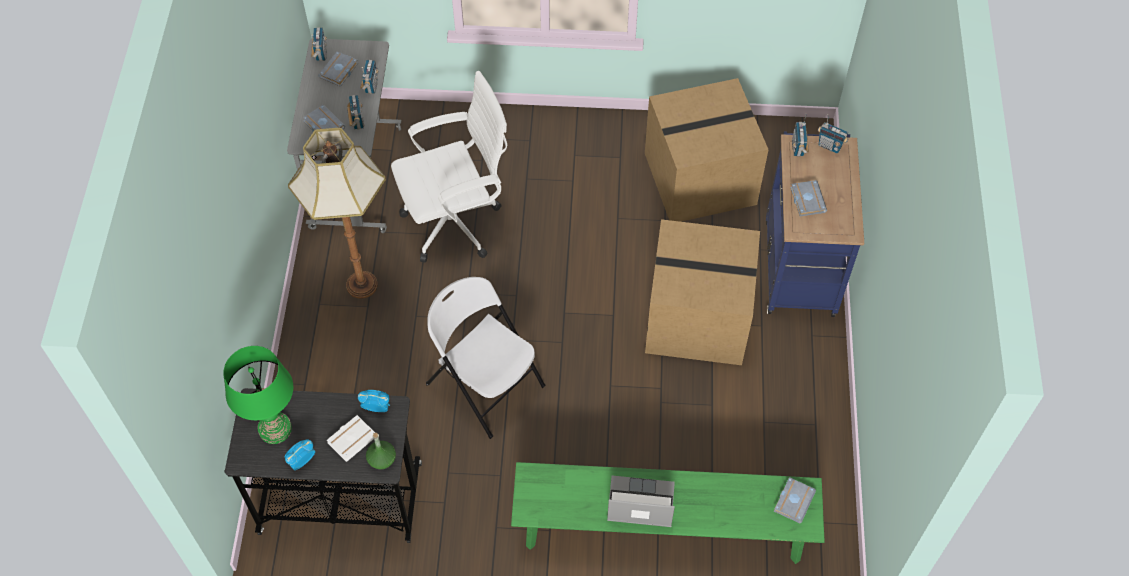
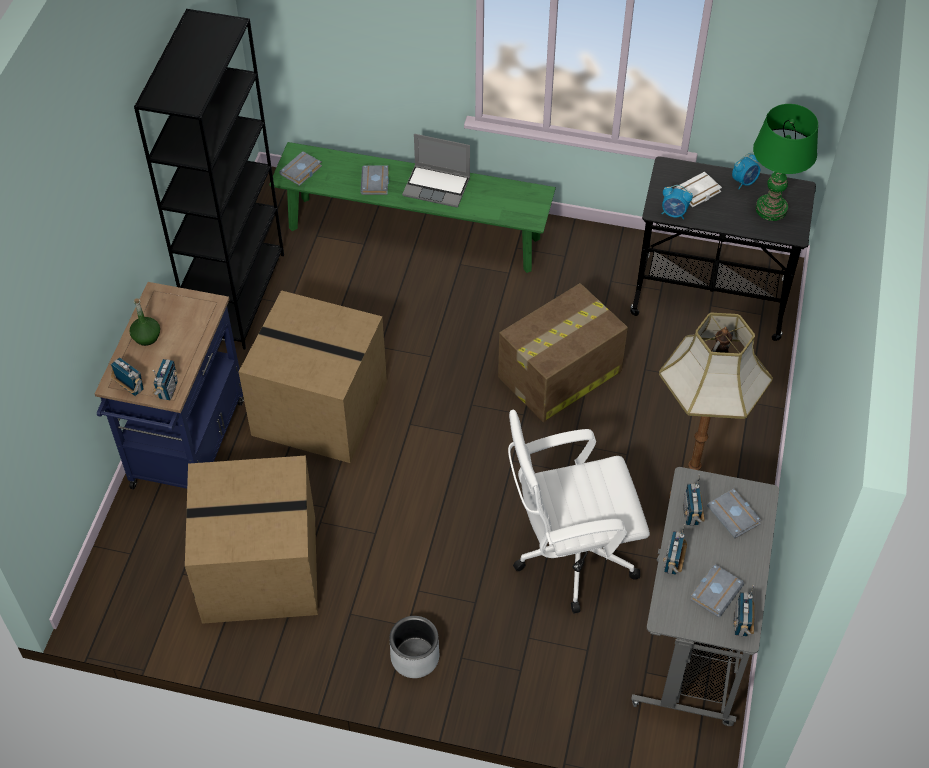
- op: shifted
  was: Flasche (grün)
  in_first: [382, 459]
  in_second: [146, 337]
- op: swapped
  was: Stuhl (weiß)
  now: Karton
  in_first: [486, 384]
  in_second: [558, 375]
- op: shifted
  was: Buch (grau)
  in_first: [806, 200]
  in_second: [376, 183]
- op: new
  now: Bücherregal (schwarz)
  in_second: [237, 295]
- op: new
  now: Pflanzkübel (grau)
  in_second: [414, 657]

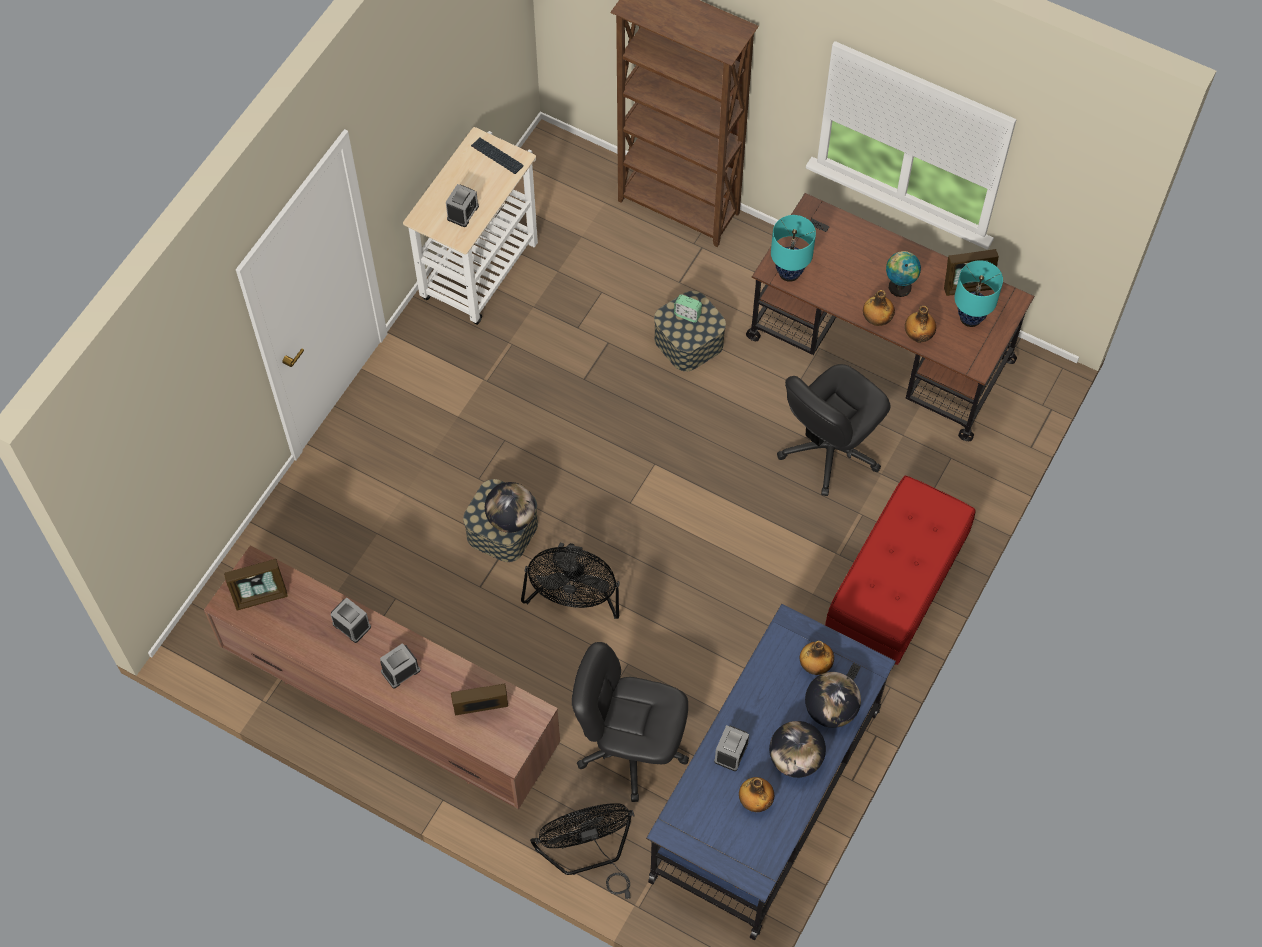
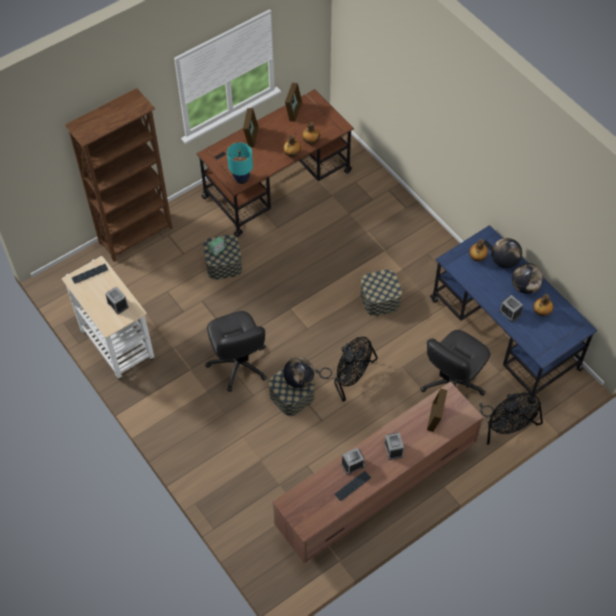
- op: shifted
  was: Bilderrahmen
  in_first: [260, 596]
  in_second: [251, 137]
- op: rotated
  was: Ventilator (schwarz)
  in_first: [592, 853]
  in_second: [505, 425]
  clockwise: -120
- op: shifted
  was: Bürostuhl (schwarz)
  in_first: [829, 449]
  in_second: [238, 364]
- op: gone
  was: Bank (rot)
  in_first: [895, 591]
- op: gone
  was: Globus
  in_first: [899, 285]
- op: gone
  was: Tischlampe (türkis)
  in_first: [970, 317]
- op: new
  now: Tastatur
  in_second: [352, 486]
- op: new
  now: Aufbewahrungsbox
  in_second: [380, 299]

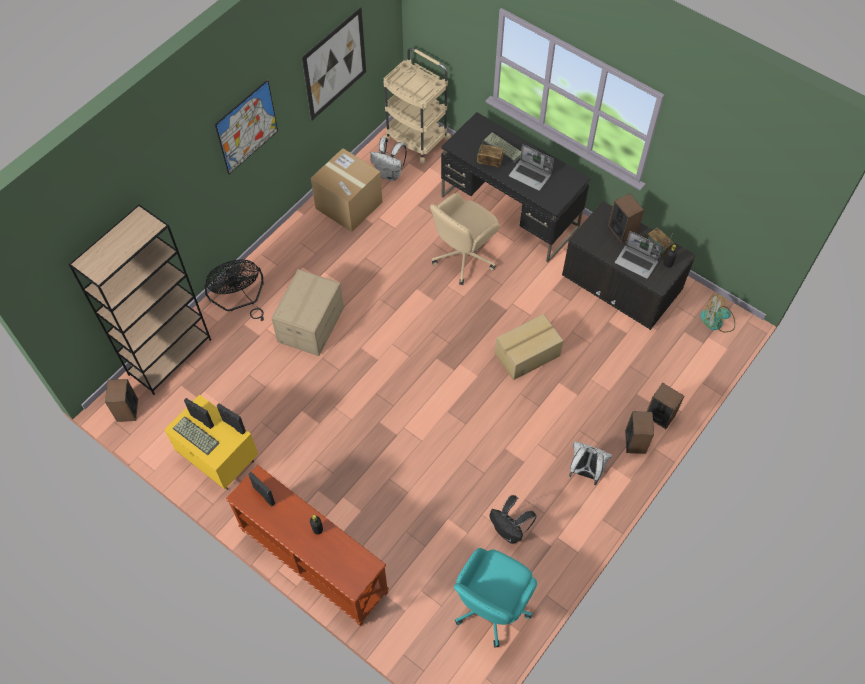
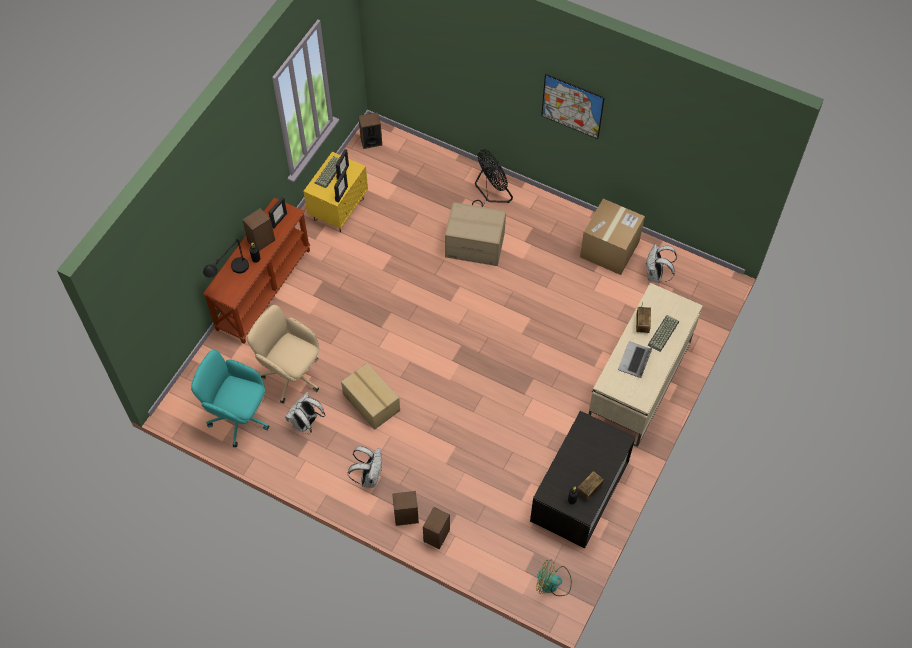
- op: gone
  was: Bücherregal (beige)
  in_first: [170, 356]
- op: gone
  was: Bild
  in_first: [335, 64]
- op: gone
  was: Rollwagen (beige)
  in_first: [416, 139]
- op: shifted
  was: Bürostuhl (beige)
  in_first: [464, 258]
  in_second: [292, 376]
- op: repainted
  was: Schreibtisch (schwarz)
  now: Schreibtisch (beige)
  in_first: [510, 212]
  in_second: [638, 383]
- op: repainted
  was: Rucksack (schwarz)
  now: Rucksack (weiß)
  in_first: [510, 531]
  in_second: [306, 423]
- op: shifted
  was: Karton
  in_first: [526, 354]
  in_second: [372, 402]
- op: shifted
  was: Lautsprecher
  in_first: [622, 230]
  in_second: [261, 241]
- op: gone
  was: Laptop
  in_first: [637, 262]
- op: rotated
  was: Ventilator
  in_first: [717, 321]
  in_second: [553, 583]
  clockwise: -75
- op: new
  now: Tischlampe (schwarz)
  in_second: [230, 277]

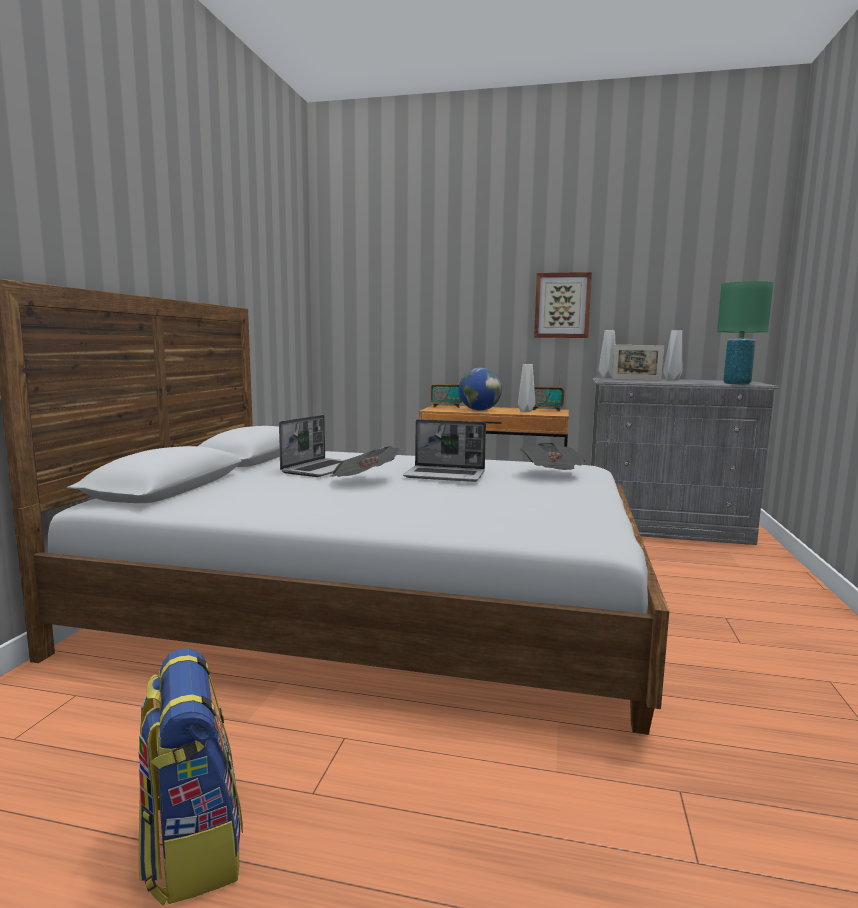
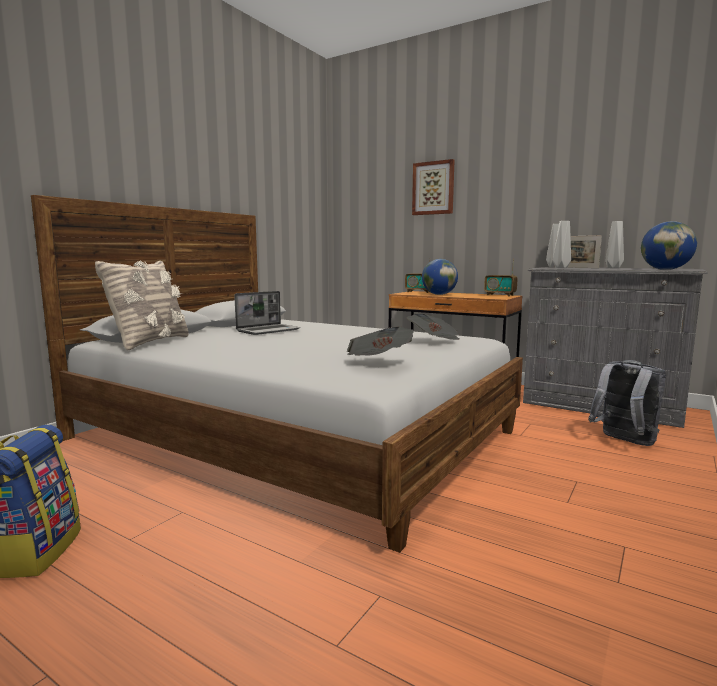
- op: shifted
  was: Zeitung
  in_first: [364, 481]
  in_second: [379, 361]
- op: gone
  was: Laptop
  in_first: [446, 475]
- op: shifted
  was: Vase (grau)
  in_first: [526, 411]
  in_second: [561, 268]
- op: shifted
  was: Bild
  in_first: [562, 305]
  in_second: [433, 188]
- op: swapped
  was: Tischlampe (grün)
  now: Globus
  in_first: [736, 383]
  in_second: [665, 269]
- op: new
  now: Kissen (beige)
  in_second: [150, 342]
- op: new
  now: Rucksack (grau)
  in_second: [624, 442]

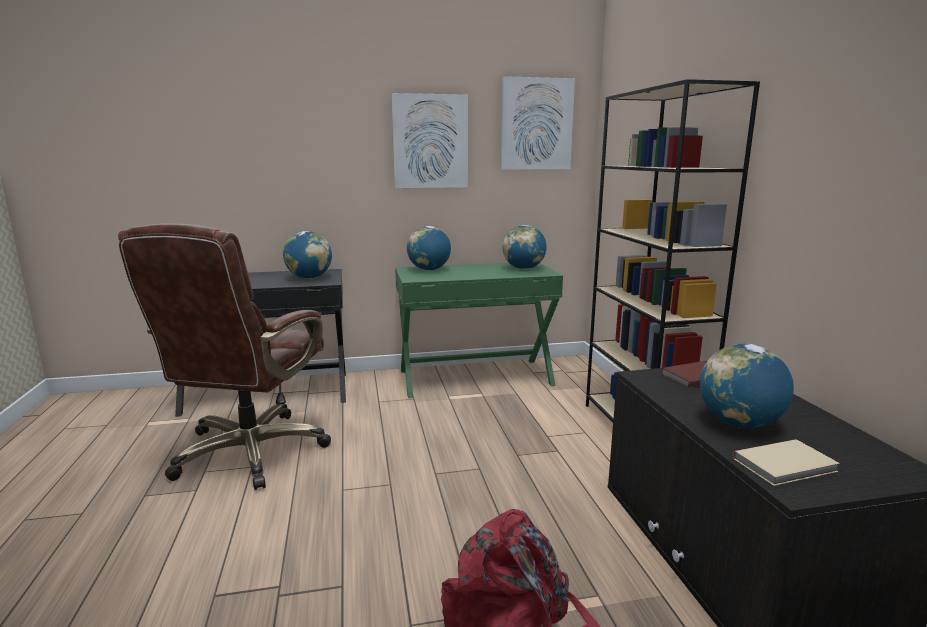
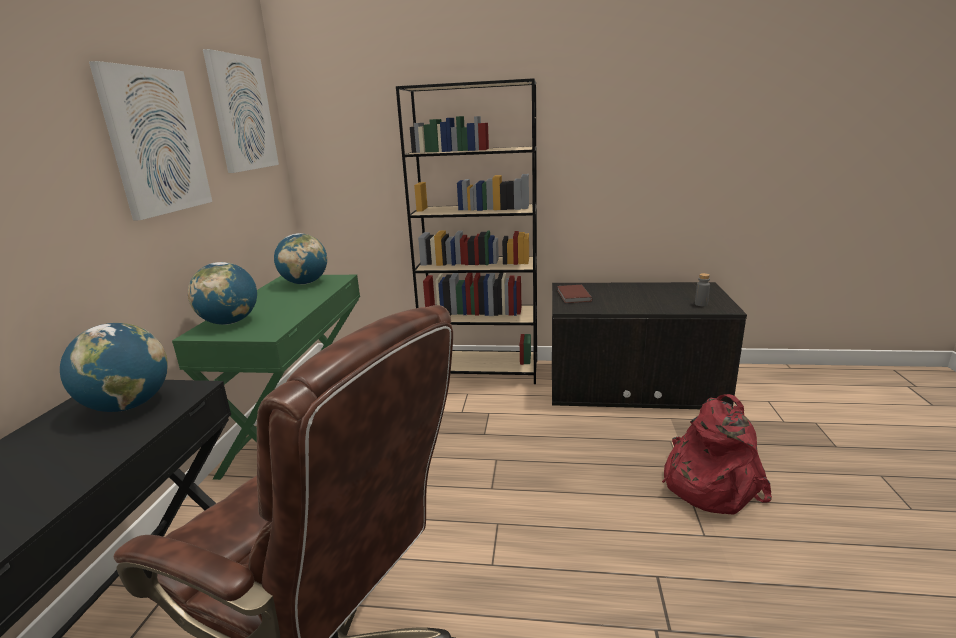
- op: gone
  was: Globus
  in_first: [739, 423]
- op: swapped
  was: Buch (beige)
  now: Flasche (grau)
  in_first: [786, 465]
  in_second: [701, 304]

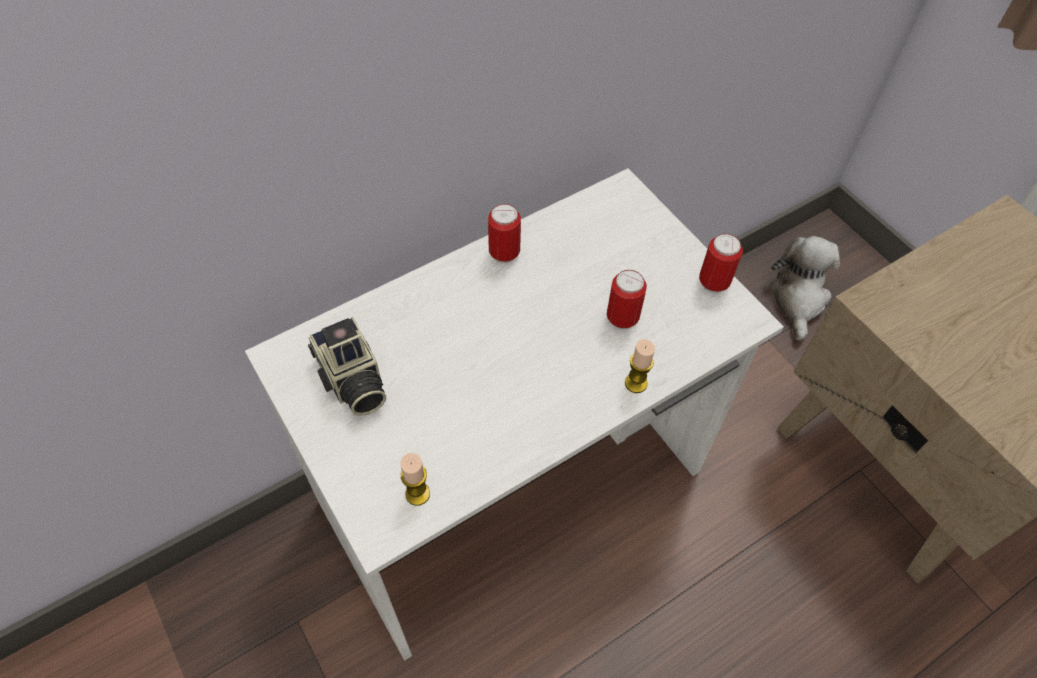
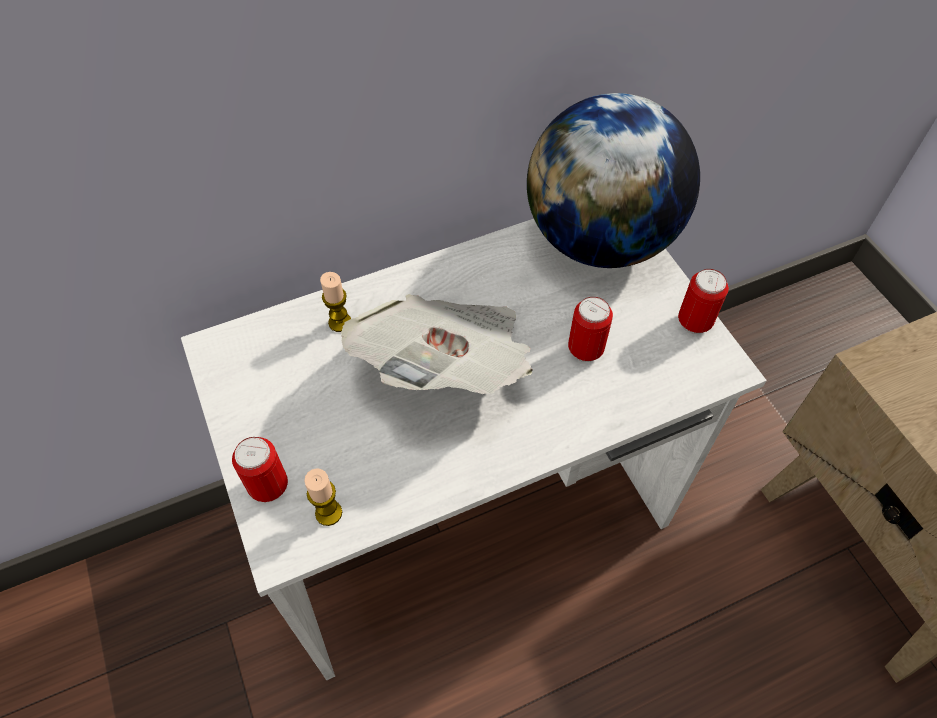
- op: gone
  was: Kamera
  in_first: [351, 381]
- op: shifted
  was: Dose
  in_first: [504, 253]
  in_second: [269, 486]
- op: shifted
  was: Kerze
  in_first: [636, 383]
  in_second: [340, 322]
- op: gone
  was: Plüschtier
  in_first: [798, 299]
- op: new
  now: Zeitung
  in_second: [448, 366]
- op: new
  now: Globus
  in_second: [600, 239]

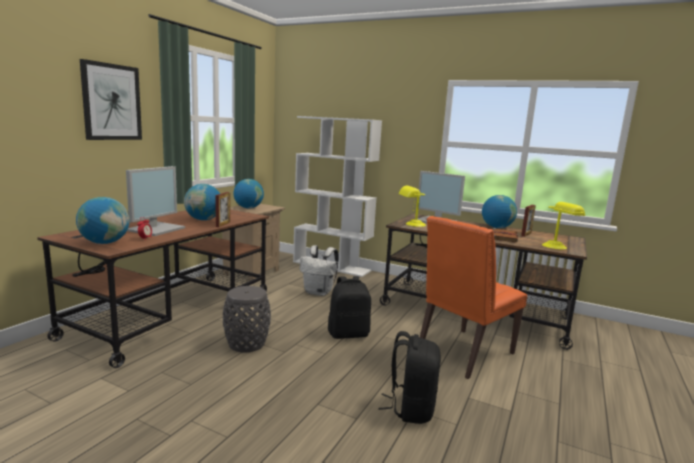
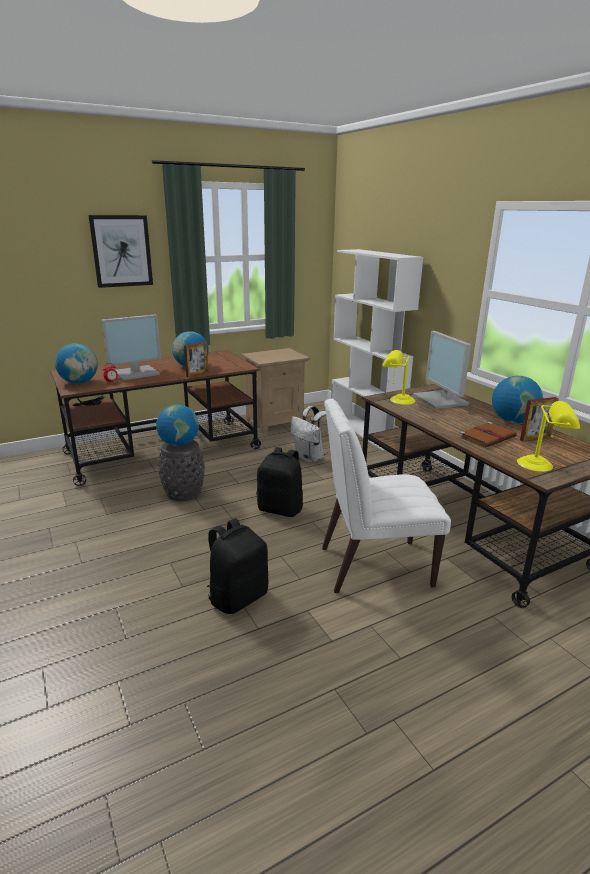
- op: shifted
  was: Globus
  in_first: [248, 208]
  in_second: [179, 444]
- op: repainted
  was: Stuhl (orange)
  now: Stuhl (weiß)
  in_first: [465, 352]
  in_second: [376, 566]

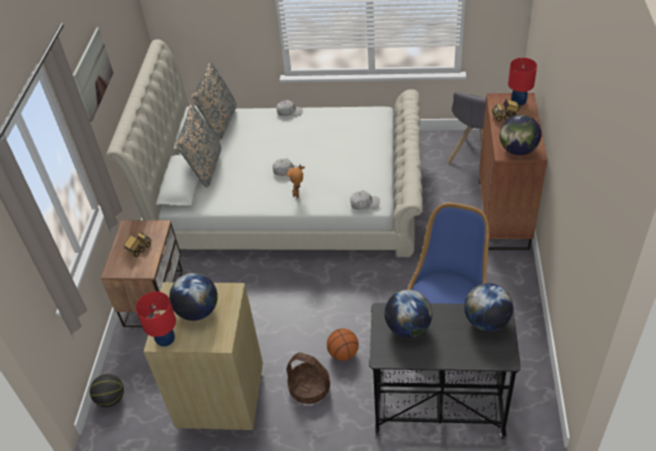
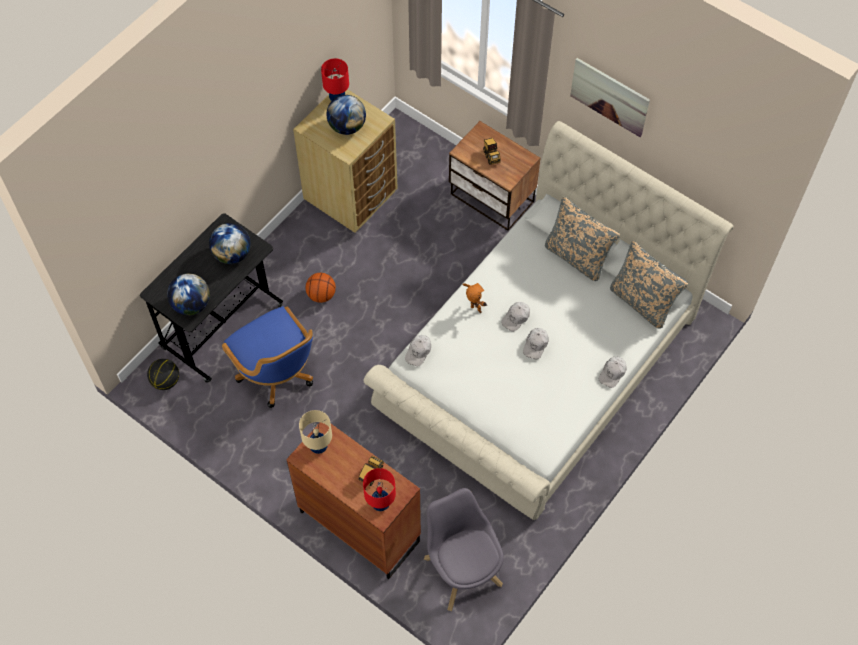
- op: shifted
  was: Basketball
  in_first: [111, 399]
  in_second: [166, 381]
- op: gone
  was: Korb
  in_first: [309, 388]
- op: swapped
  was: Globus
  now: Tischlampe (beige)
  in_first: [517, 150]
  in_second: [318, 446]
- op: new
  now: Kappe (weiß)
  in_second: [535, 345]

